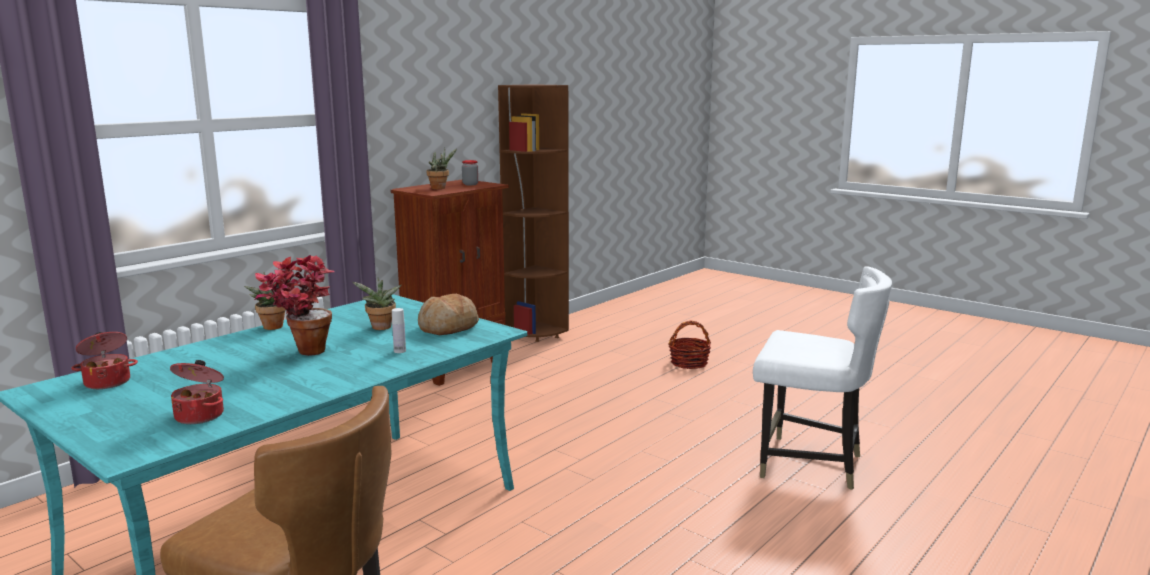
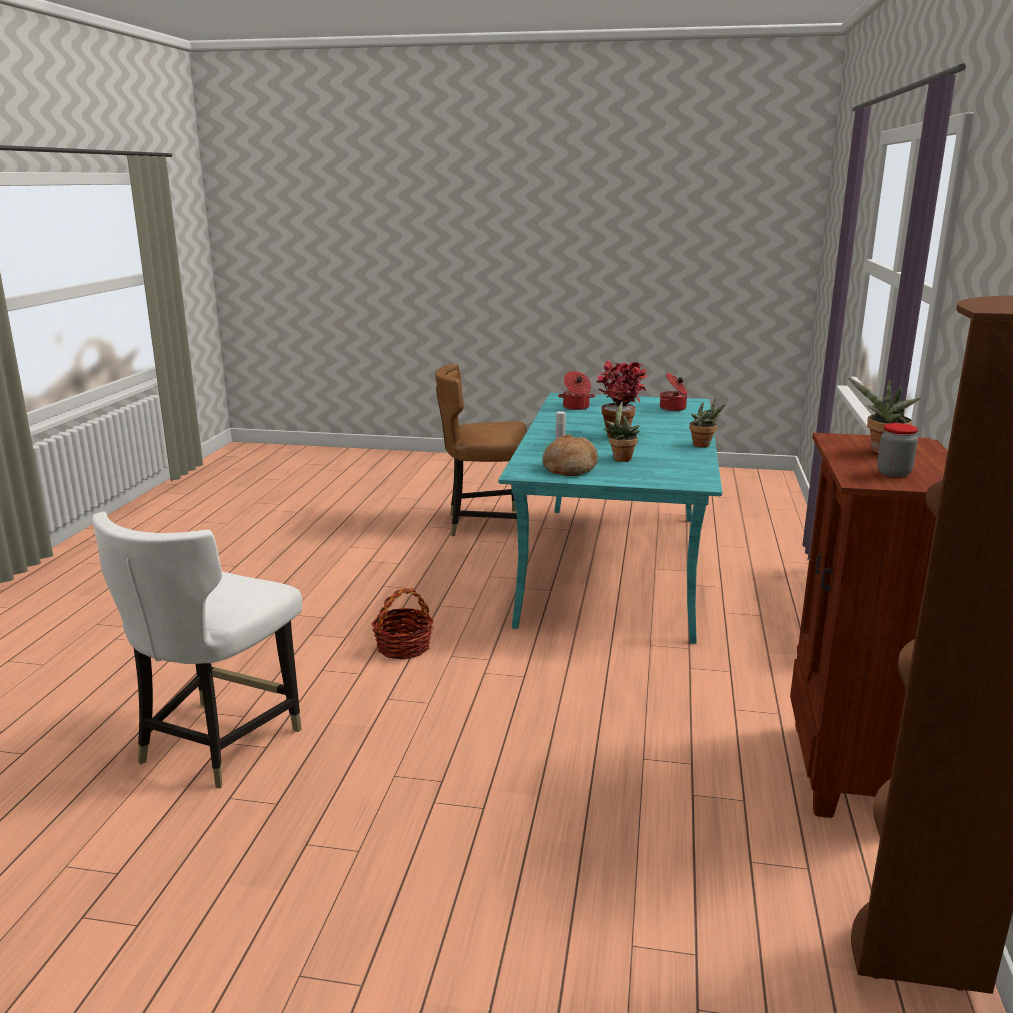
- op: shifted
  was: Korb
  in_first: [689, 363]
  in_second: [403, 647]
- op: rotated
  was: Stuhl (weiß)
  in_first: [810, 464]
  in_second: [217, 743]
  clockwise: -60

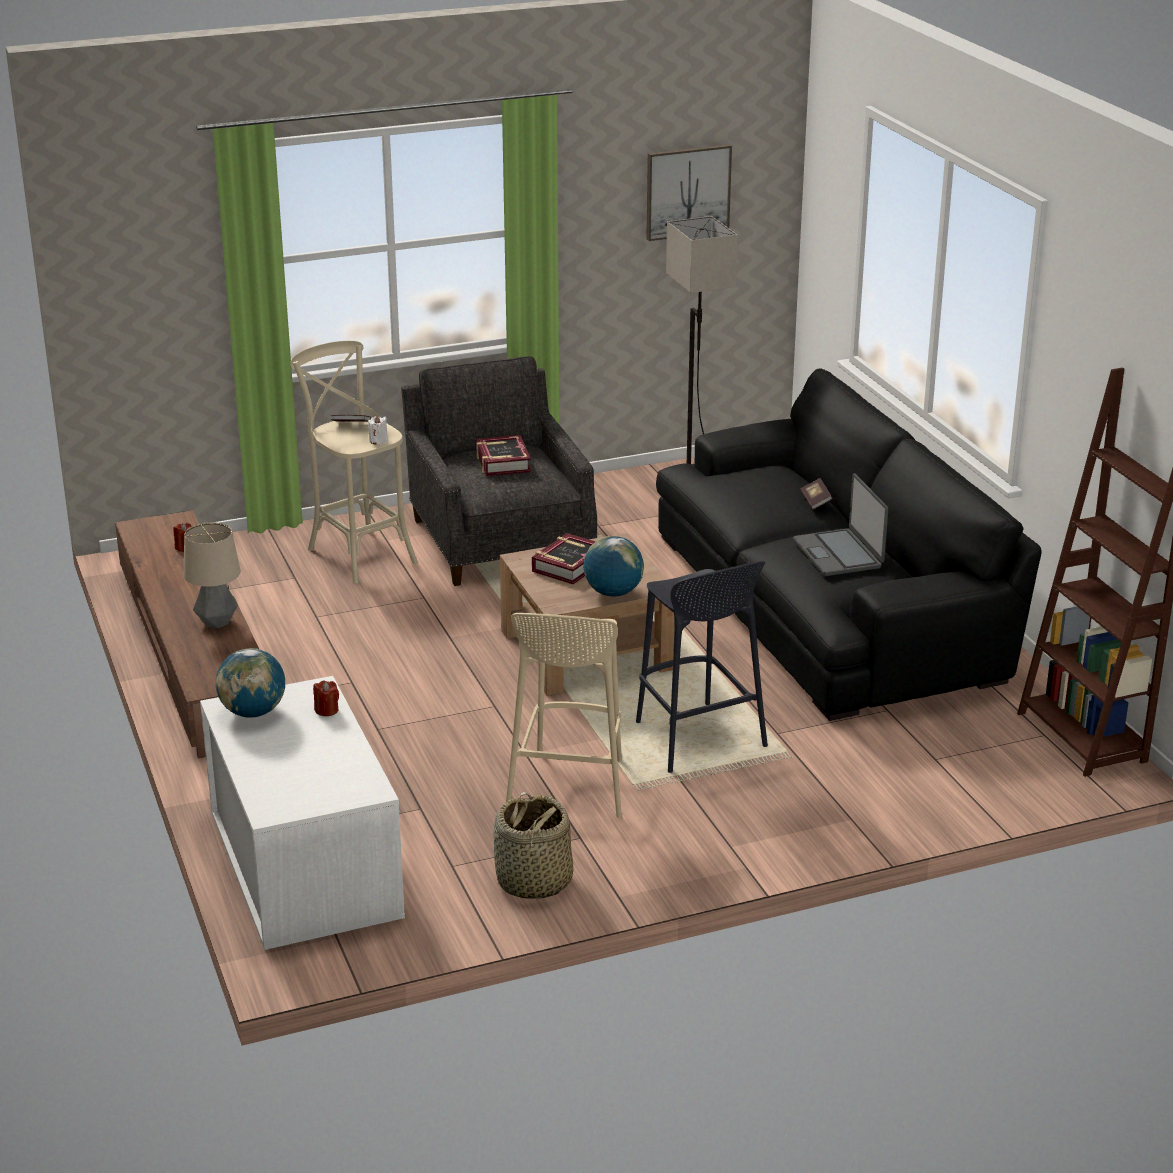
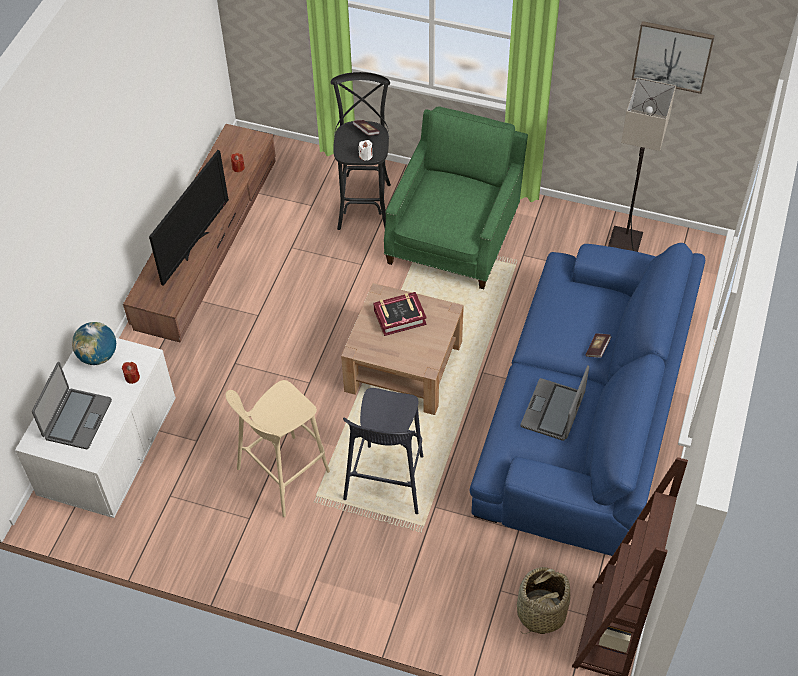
- op: swapped
  was: Tischlampe
  now: Fernseher
  in_first: [216, 622]
  in_second: [194, 245]
- op: repainted
  was: Hocker (beige)
  now: Hocker (schwarz)
  in_first: [359, 553]
  in_second: [365, 203]
- op: repainted
  was: Sessel (grau)
  now: Sessel (grün)
  in_first: [500, 539]
  in_second: [454, 234]
- op: gone
  was: Buch
  in_first: [502, 462]
- op: shifted
  was: Korb
  in_first: [533, 881]
  in_second: [540, 612]
- op: gone
  was: Globus
  in_first: [613, 593]
- op: repainted
  was: Sofa (schwarz)
  now: Sofa (blau)
  in_first: [830, 605]
  in_second: [585, 415]
- op: new
  now: Laptop
  in_second: [77, 419]

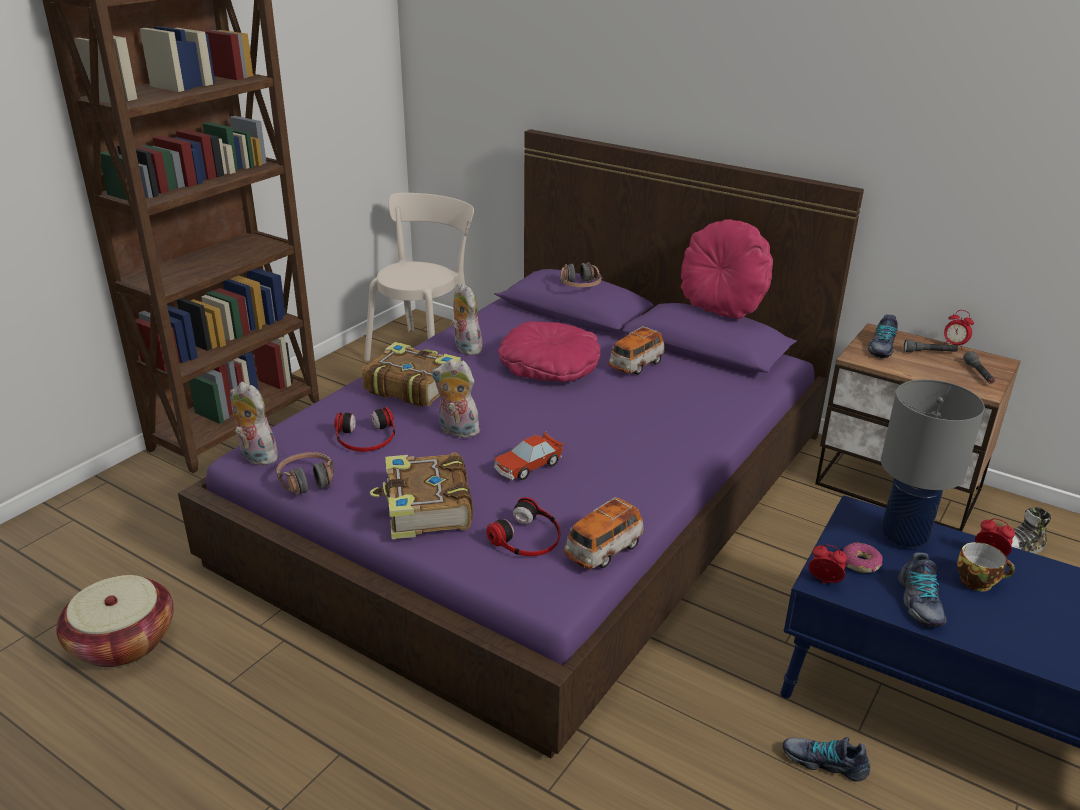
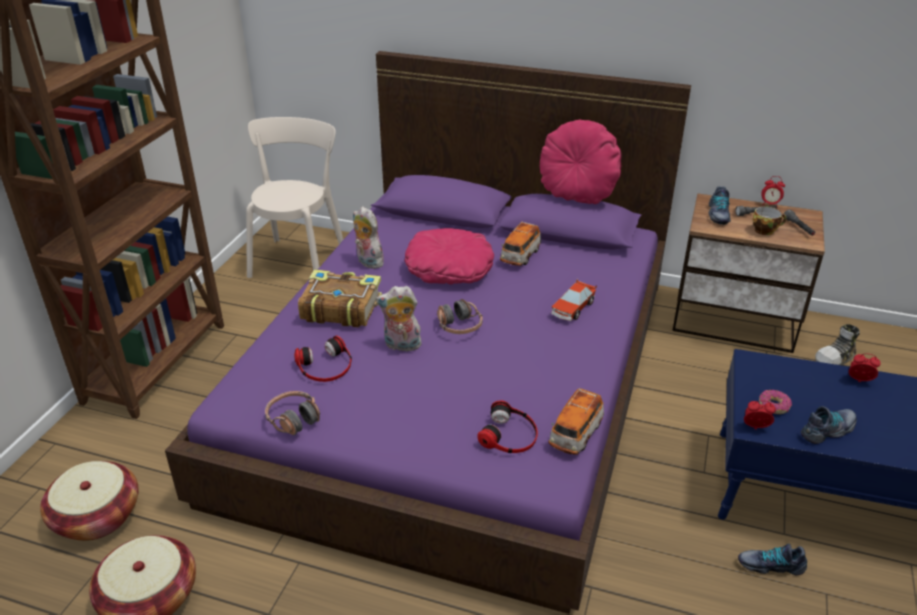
- op: gone
  was: Plüschtier
  in_first: [255, 457]
- op: gone
  was: Buch
  in_first: [426, 509]
- op: shifted
  was: Spielzeugauto
  in_first: [528, 466]
  in_second: [573, 308]
- op: shifted
  was: Kopfhörer
  in_first: [580, 285]
  in_second: [459, 326]
- op: gone
  was: Tischlampe (grau)
  in_first: [903, 537]
- op: rotated
  was: Schuh
  in_first: [919, 602]
  in_second: [828, 430]
  clockwise: -105
- op: shifted
  was: Tasse
  in_first: [978, 581]
  in_second: [765, 230]
- op: new
  now: Korb
  in_second: [97, 517]

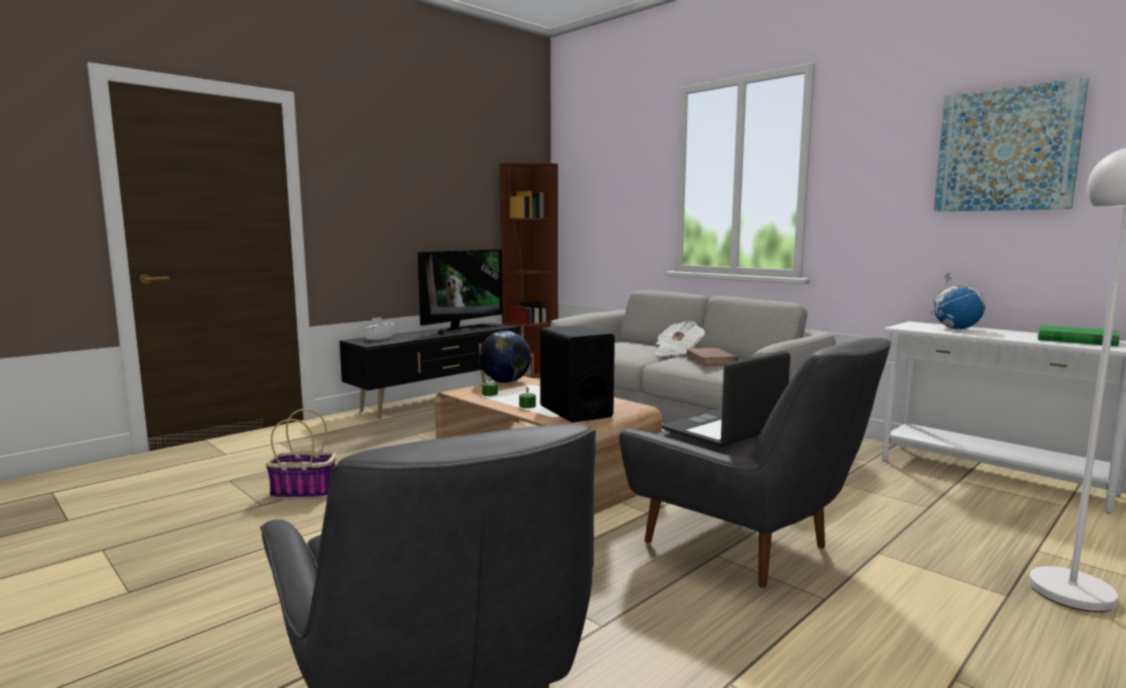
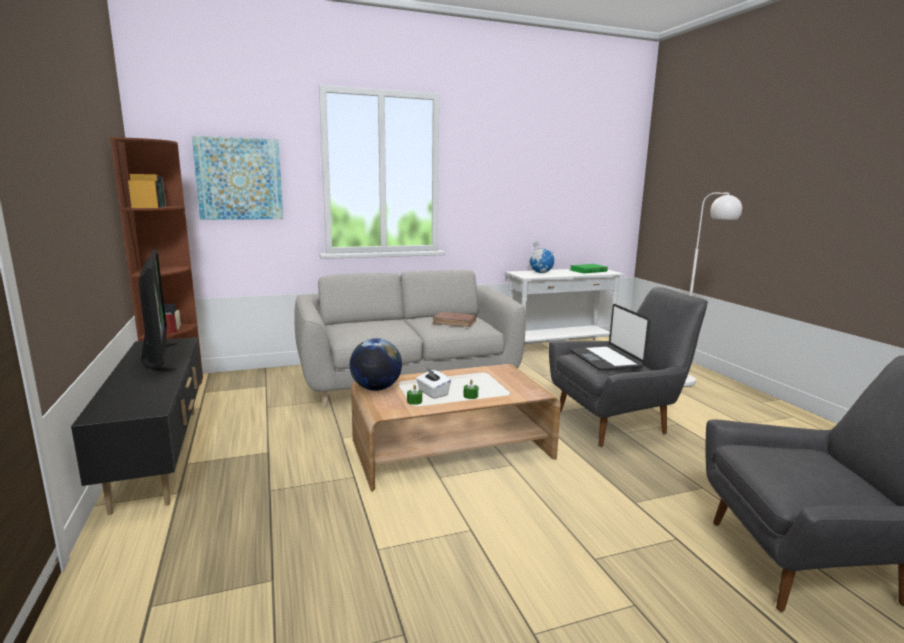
- op: gone
  was: Korb
  in_first: [305, 492]
- op: shifted
  was: Taschentuchbox (weiß)
  in_first: [379, 338]
  in_second: [432, 393]
- op: gone
  was: Lautsprecher (schwarz)
  in_first: [575, 411]
- op: gone
  was: Zeitung
  in_first: [677, 352]
- op: shifted
  was: Bild
  in_first: [1006, 150]
  in_second: [239, 179]

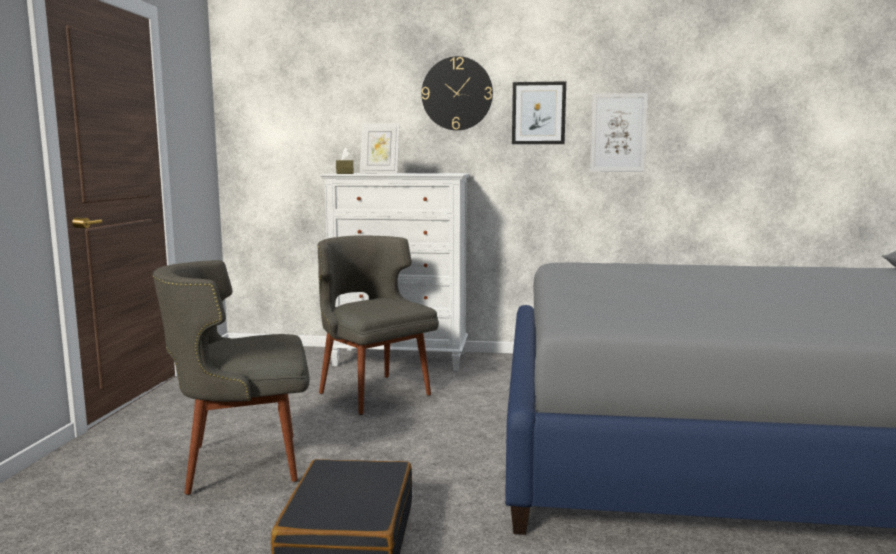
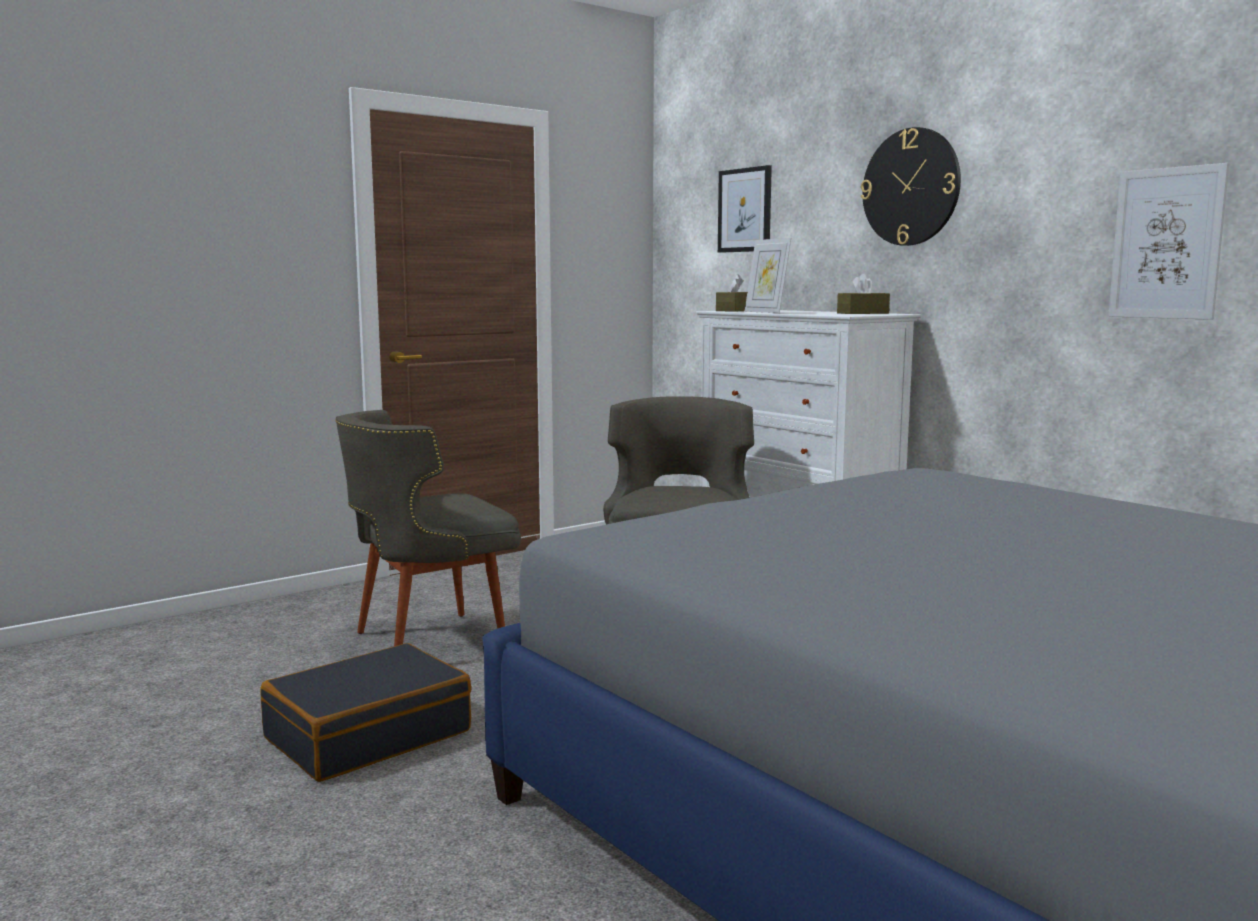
- op: rotated
  was: Stuhl (grau)
  in_first: [245, 464]
  in_second: [432, 642]
  clockwise: -60
- op: shifted
  was: Bild
  in_first: [538, 113]
  in_second: [745, 210]
- op: new
  now: Taschentuchbox (braun)
  in_second: [862, 313]

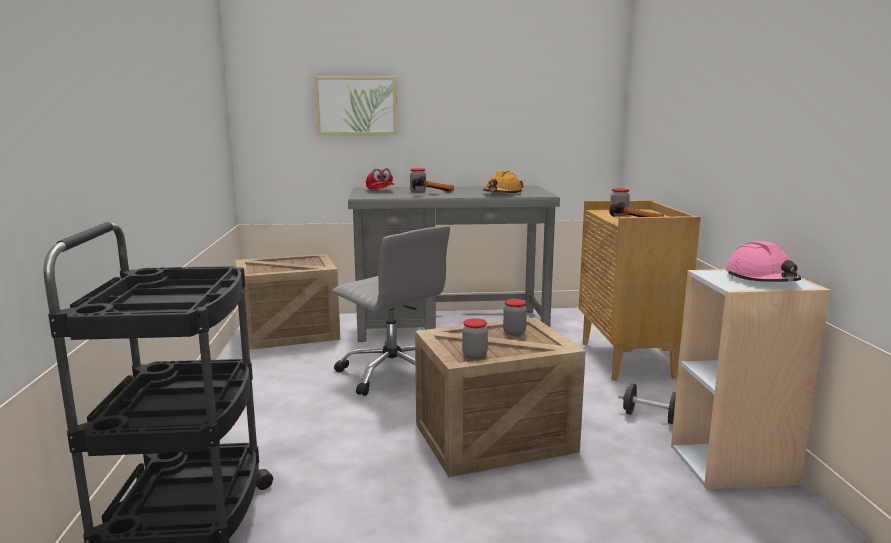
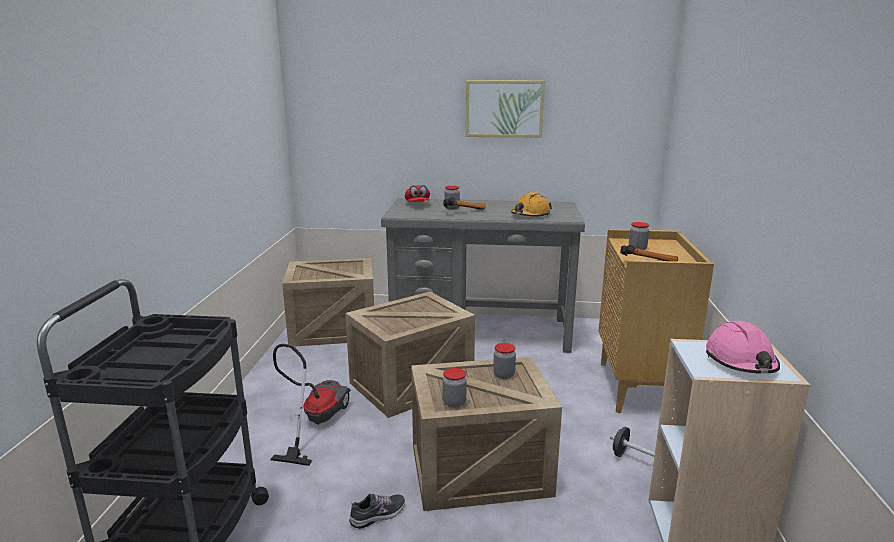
- op: shifted
  was: Bild
  in_first: [356, 106]
  in_second: [504, 108]
- op: swapped
  was: Bürostuhl (grau)
  now: Kiste
  in_first: [393, 373]
  in_second: [410, 385]
- op: new
  now: Staubsauger
  in_second: [315, 422]
- op: new
  now: Schuh
  in_second: [378, 515]

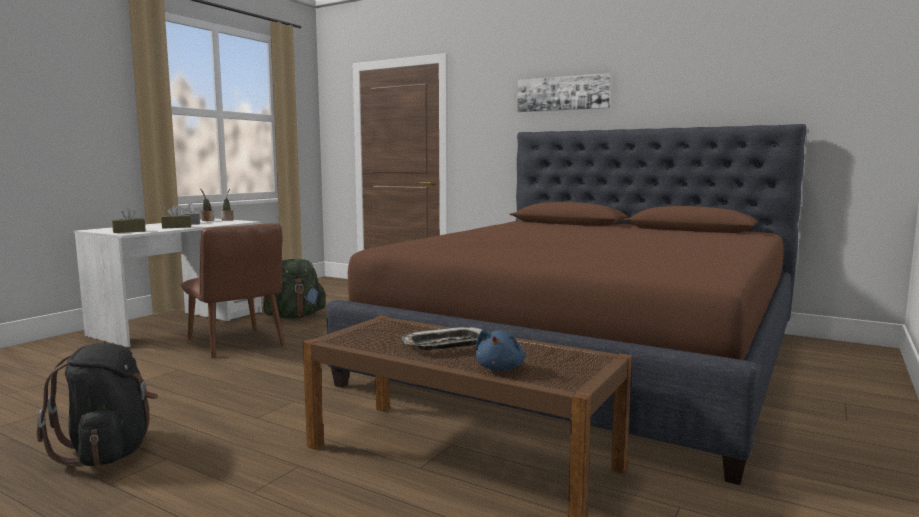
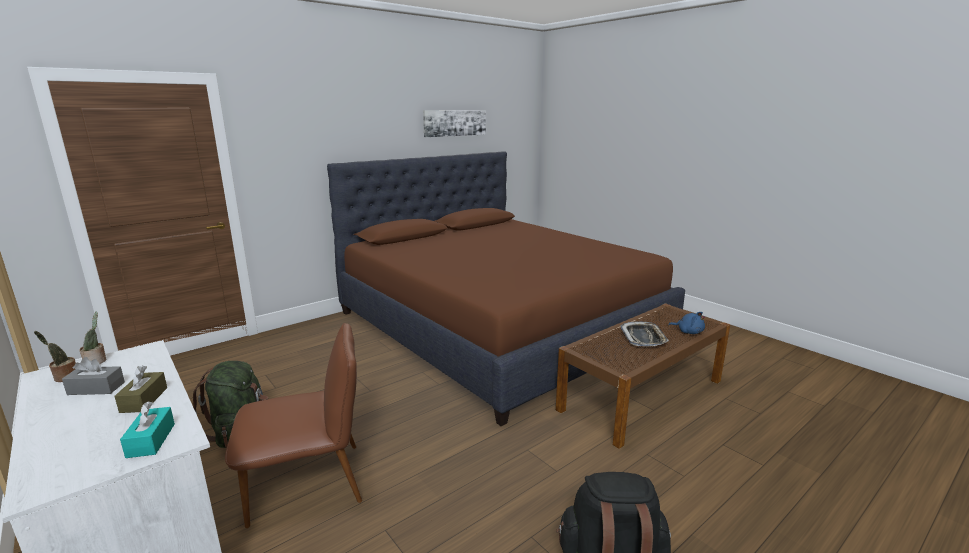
- op: repainted
  was: Taschentuchbox (braun)
  now: Taschentuchbox (türkis)
  in_first: [129, 231]
  in_second: [151, 440]
- op: shifted
  was: Bild
  in_first: [563, 93]
  in_second: [454, 123]

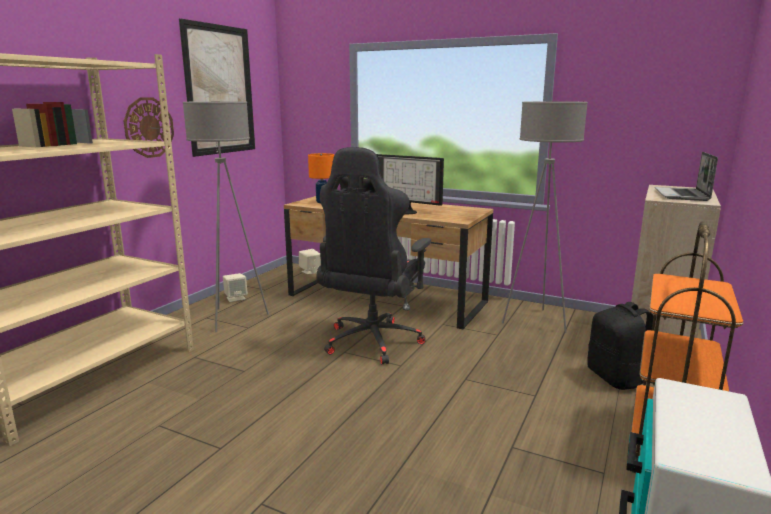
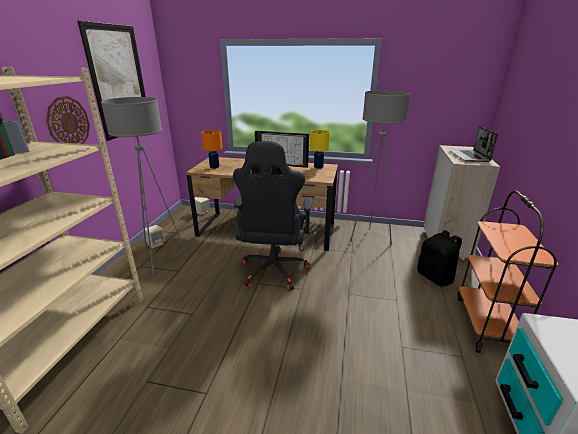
- op: new
  now: Tischlampe (gelb)
  in_second: [319, 167]

